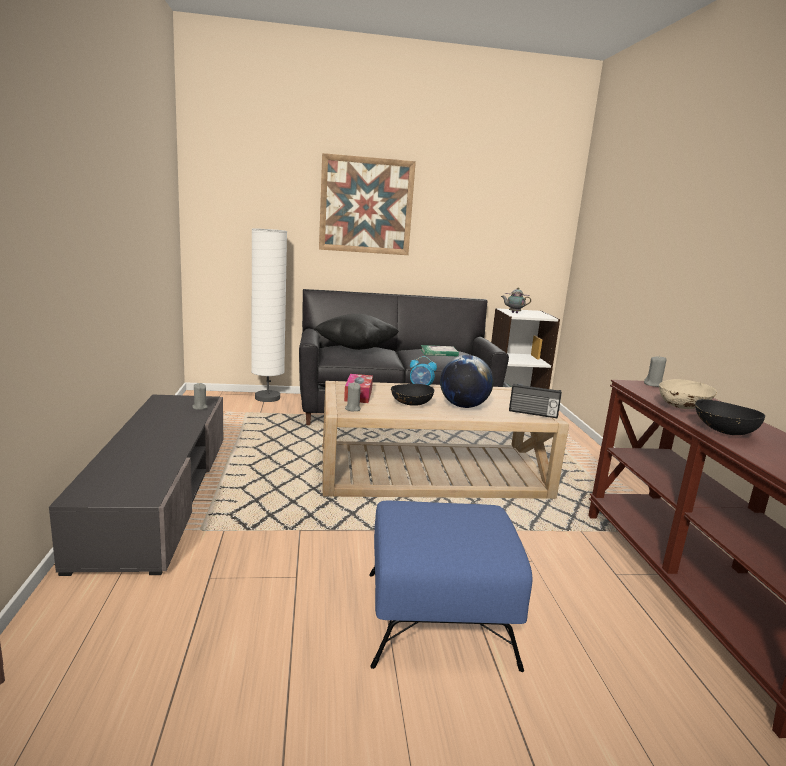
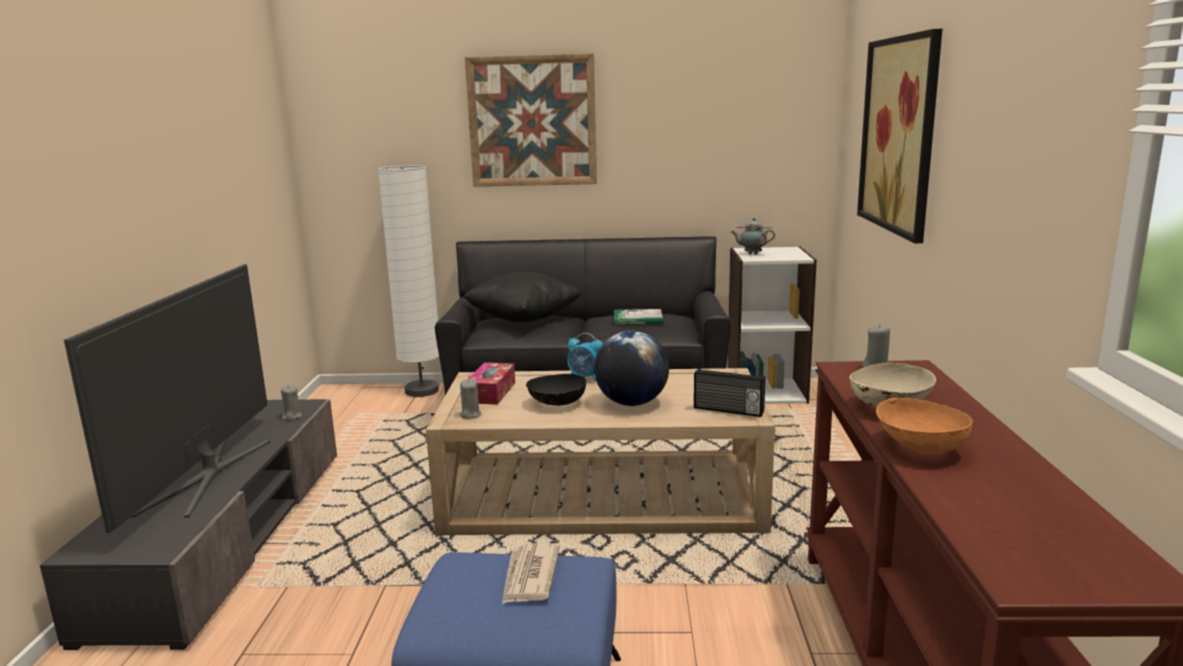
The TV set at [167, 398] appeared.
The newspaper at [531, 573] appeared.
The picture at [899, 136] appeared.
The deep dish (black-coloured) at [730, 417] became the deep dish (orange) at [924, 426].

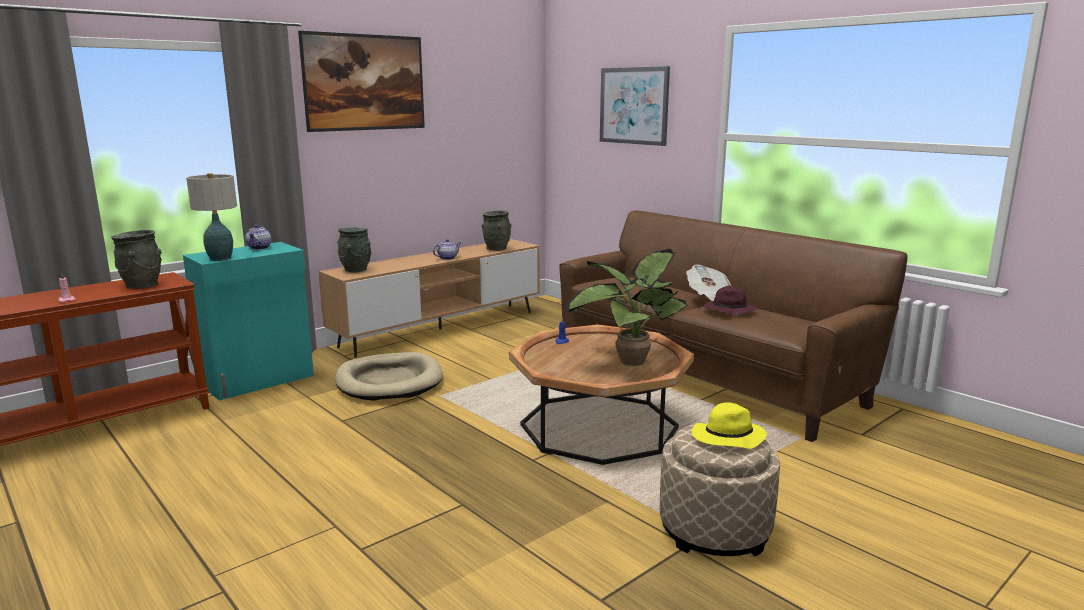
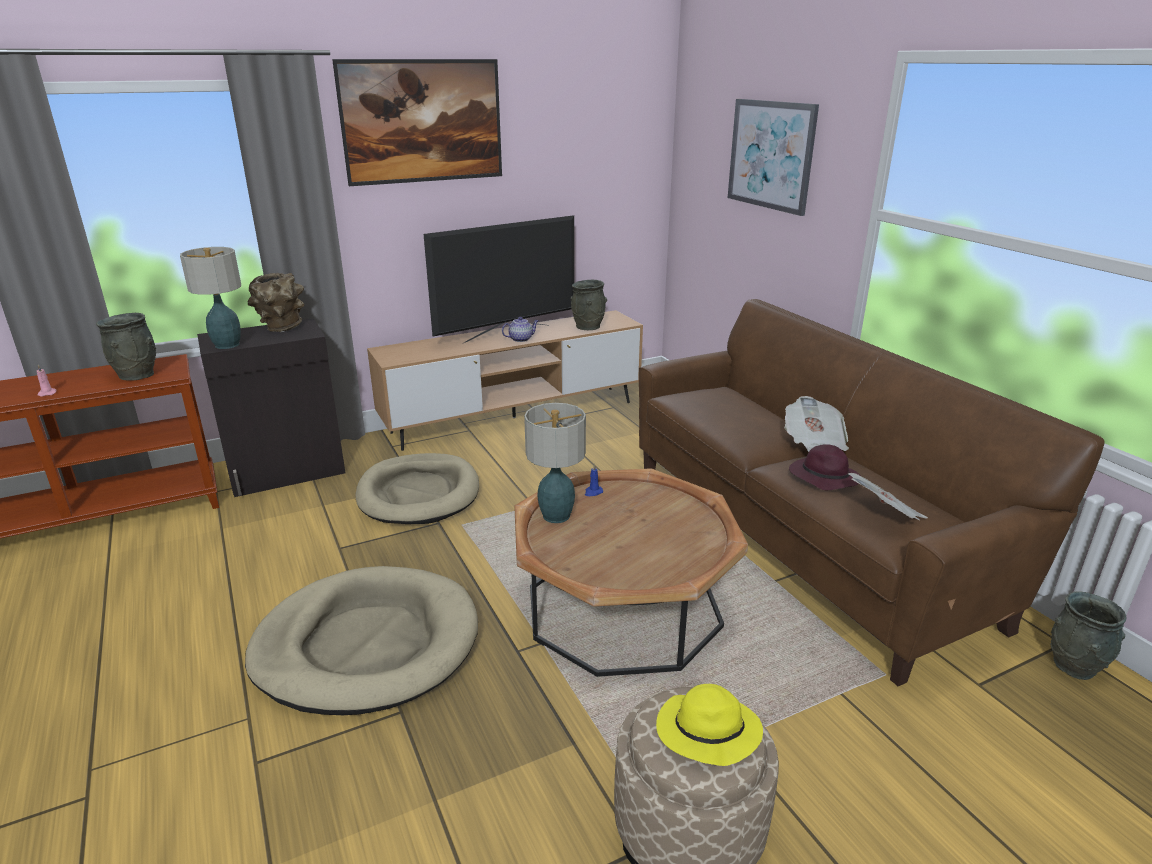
The cabinet (blue-green) at [248, 321] became the cabinet (black-coloured) at [271, 408].
The pet bed (sand-coloured) at [361, 640] appeared.
The pot for tea at [258, 237] was replaced by the flower vase (brownish) at [276, 302].
The TV set at [499, 279] appeared.
The lamp for a table at [555, 463] appeared.
The newspaper at [888, 496] appeared.
The flower vase (gray) moved from [354, 249] to [1088, 635].
The plant in a pot at [626, 307] disappeared.

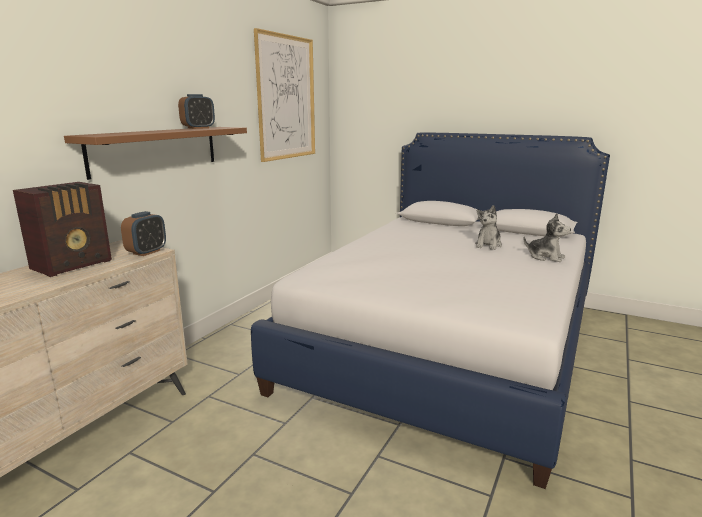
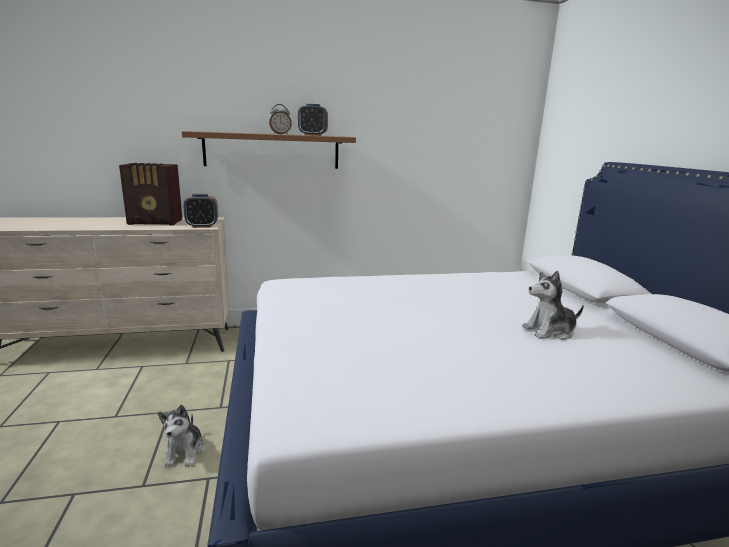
The cuddly toy moved from [547, 237] to [181, 435].
The table clock at [280, 119] appeared.
The picture at [284, 95] disappeared.

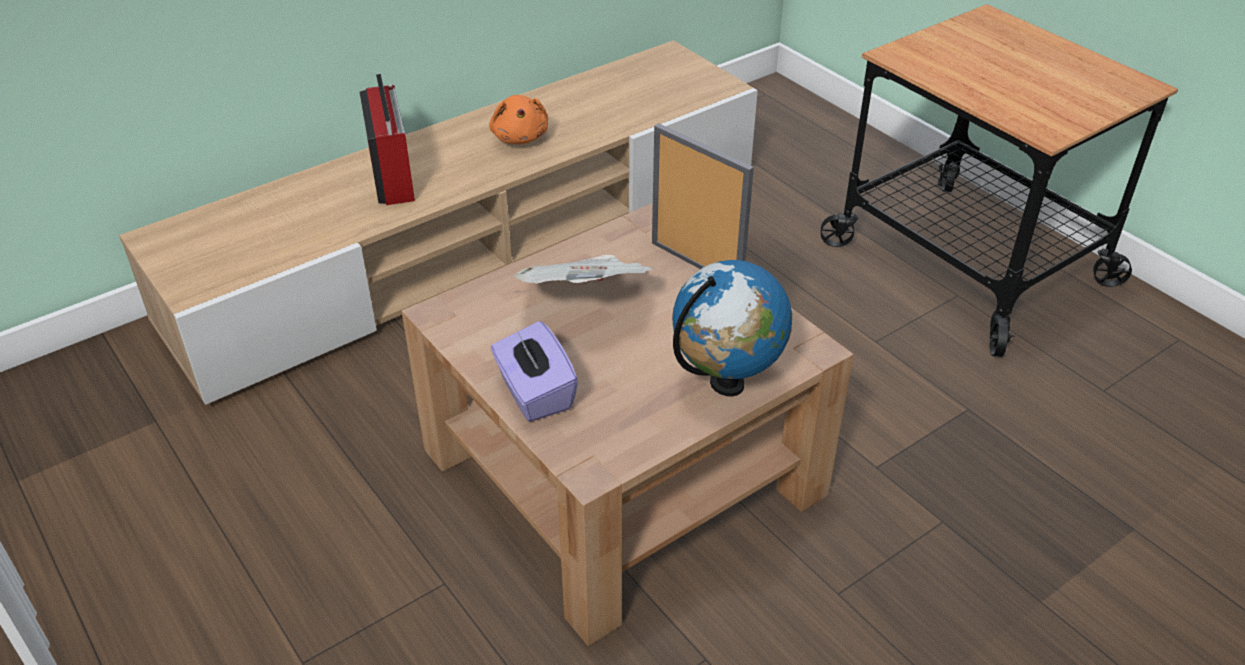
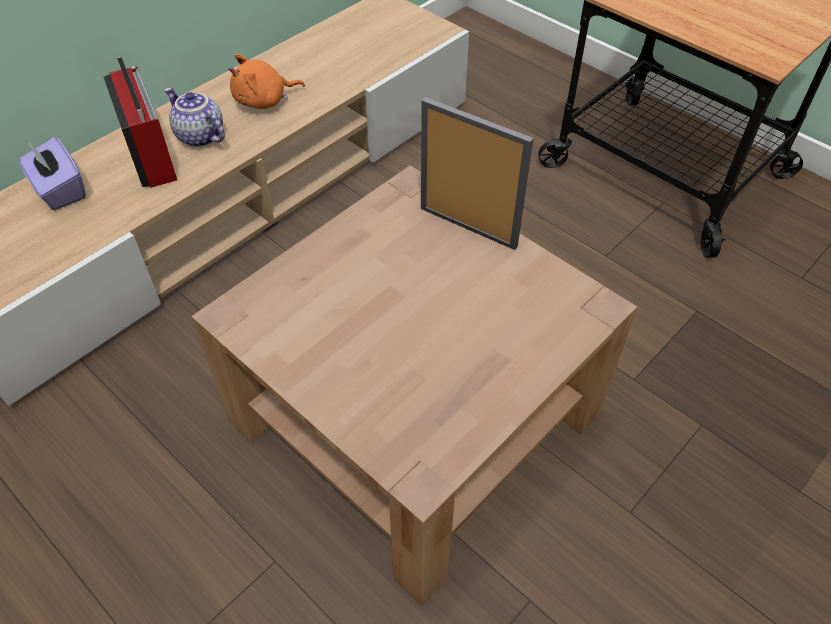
The tissue box (purple-coloured) moved from [534, 371] to [52, 173].
The pot for tea at [194, 117] appeared.
The cuddly toy (orange) at [518, 119] turned 90 degrees clockwise.
The newspaper at [584, 269] disappeared.
The world globe at [732, 328] disappeared.

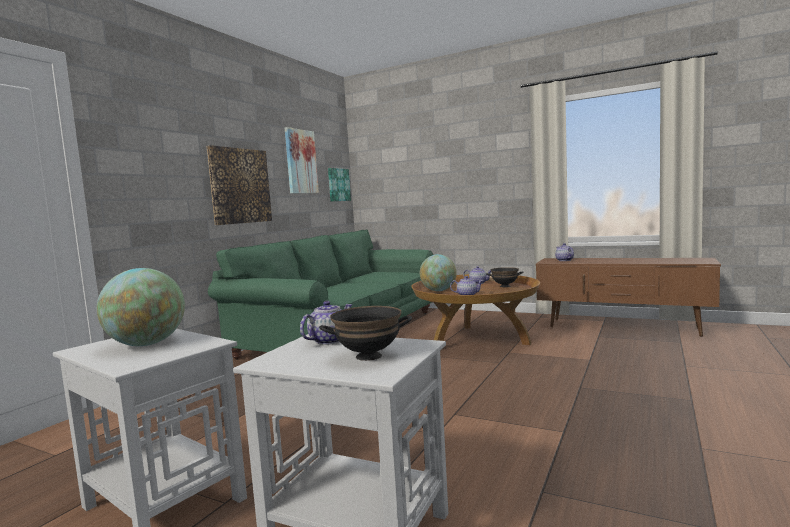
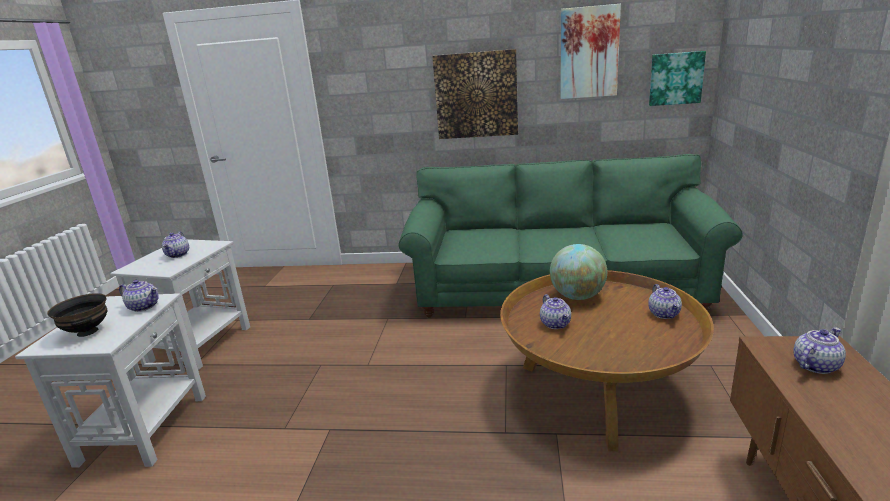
The world globe at [141, 307] was replaced by the pot for tea at [175, 245].
The deep dish (black-coloured) at [504, 277] disappeared.

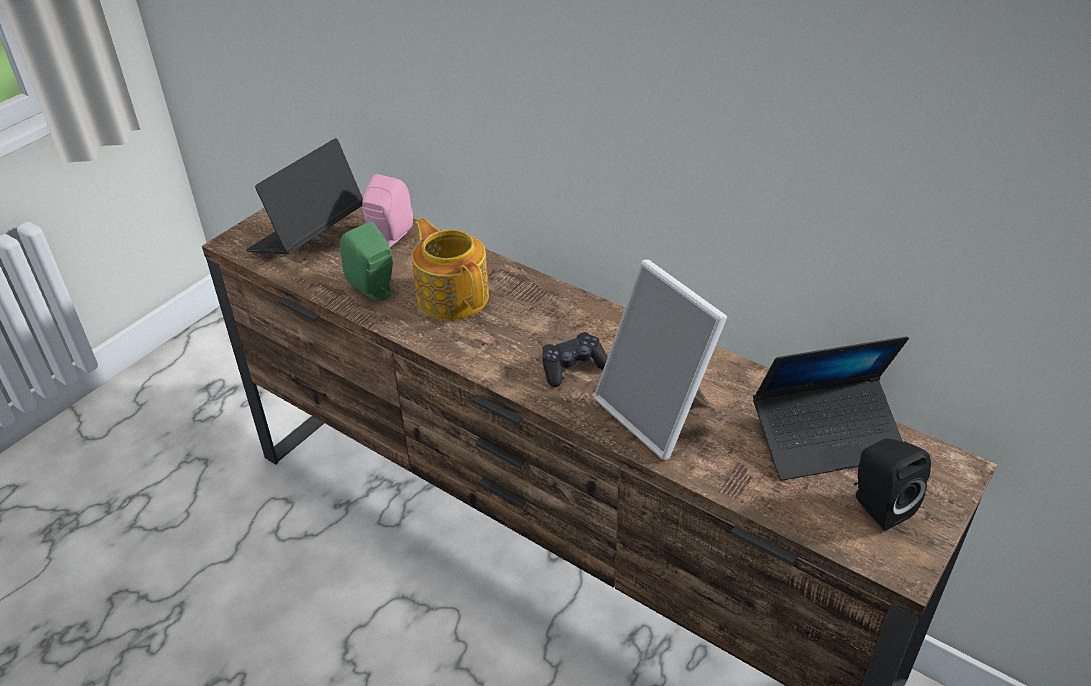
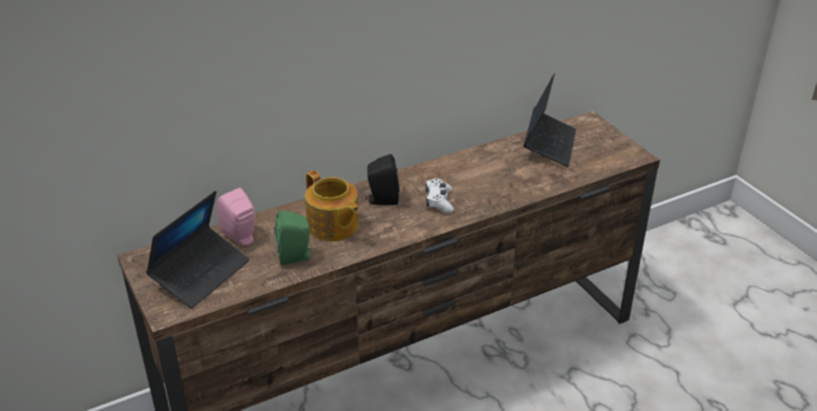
The laptop at [304, 196] turned 120 degrees counterclockwise.
The pot for tea at [450, 269] turned 120 degrees counterclockwise.
The loudspeaker (black-coloured) moved from [892, 484] to [382, 179].
The gamepad (black-coloured) at [575, 359] became the gamepad (white-coloured) at [439, 195].
The photo frame at [660, 360] disappeared.

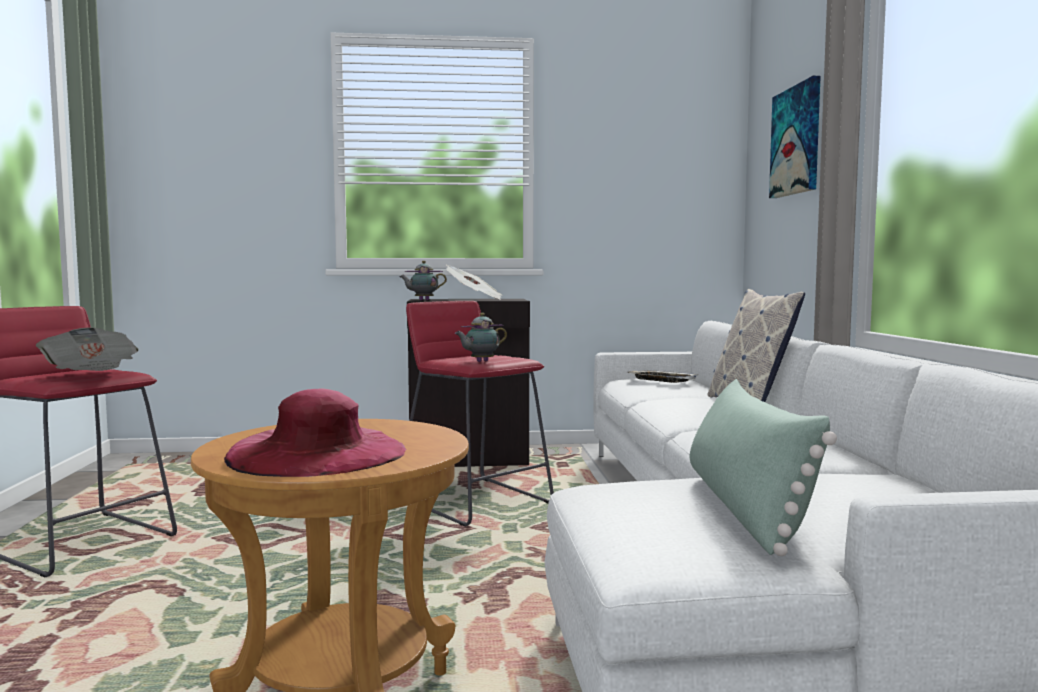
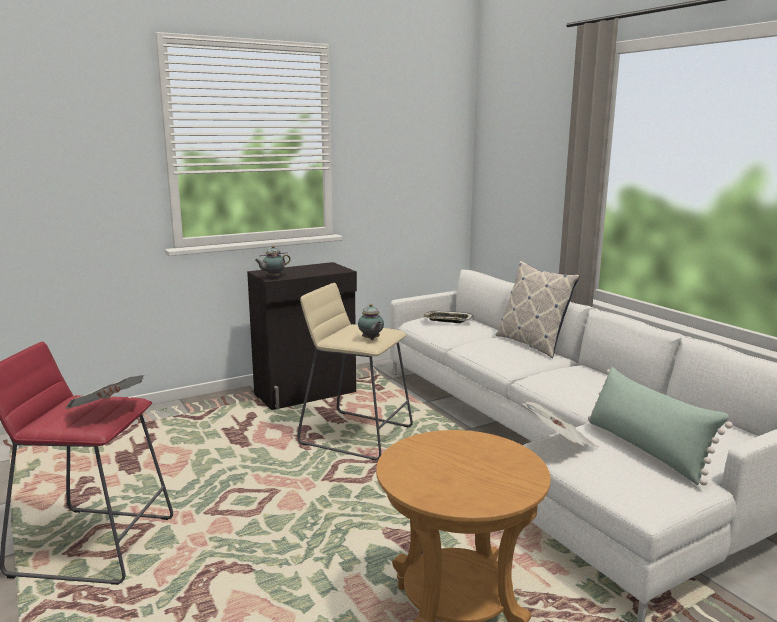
The stool (red-coloured) at [480, 413] became the stool (sand-coloured) at [355, 371].
The pot for tea at [481, 337] turned 60 degrees counterclockwise.
The newspaper moved from [474, 282] to [560, 424].
The clothing hat (pink-coloured) at [315, 432] disappeared.
The picture at [795, 137] disappeared.

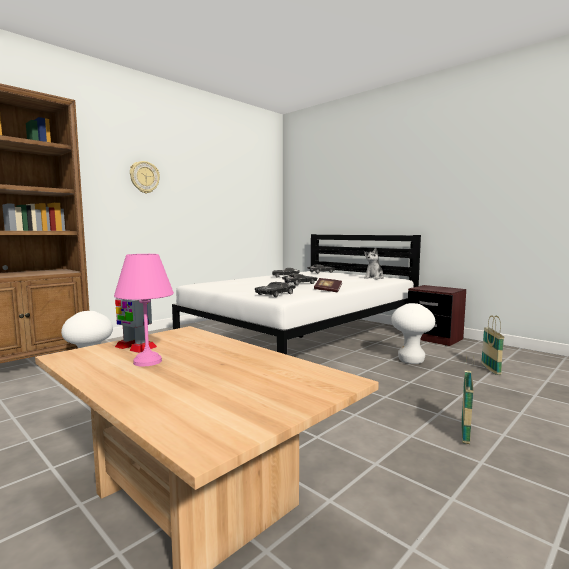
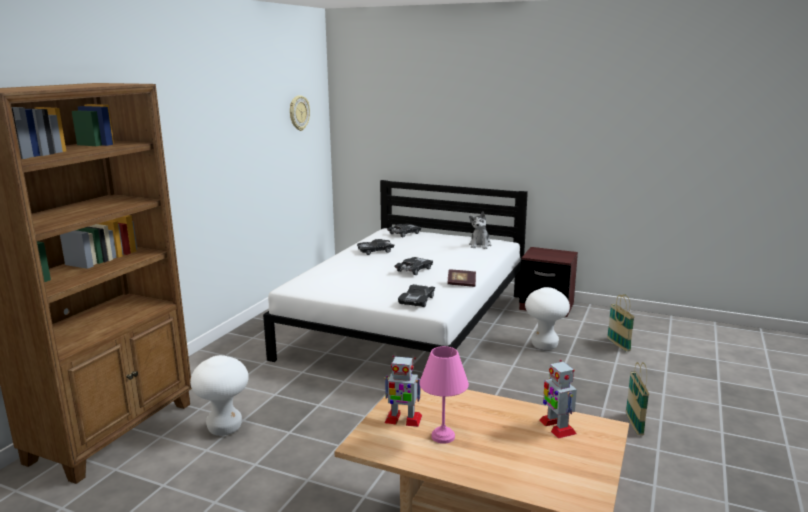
The clock on the wall moved from [145, 177] to [300, 113].
The robot figure at [558, 399] appeared.

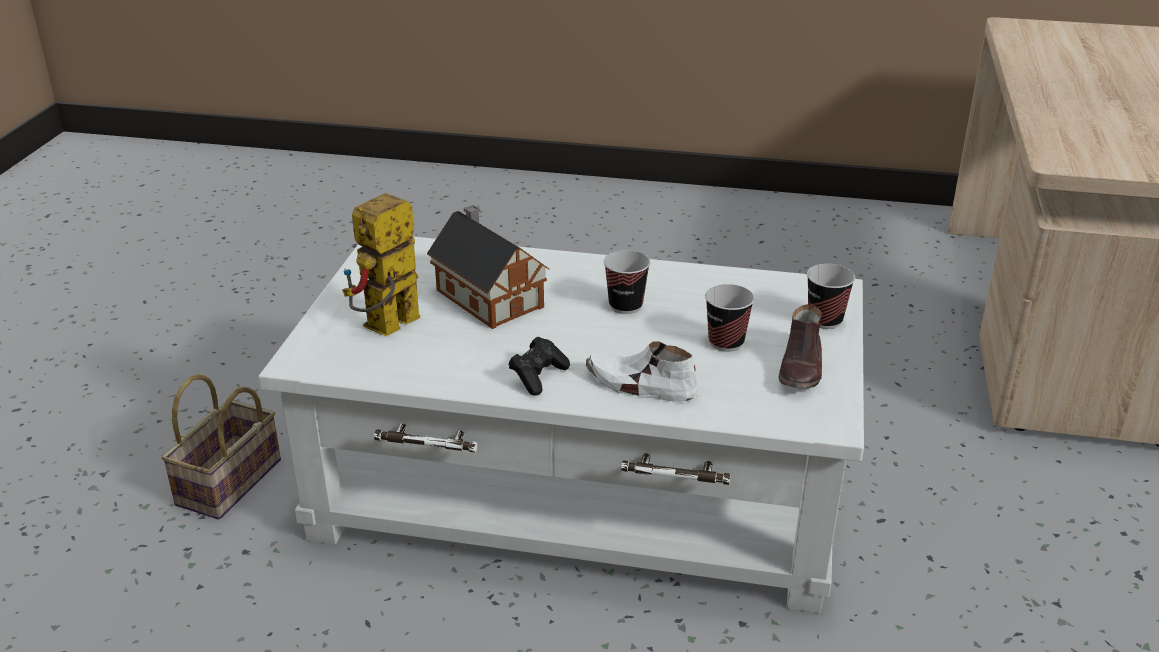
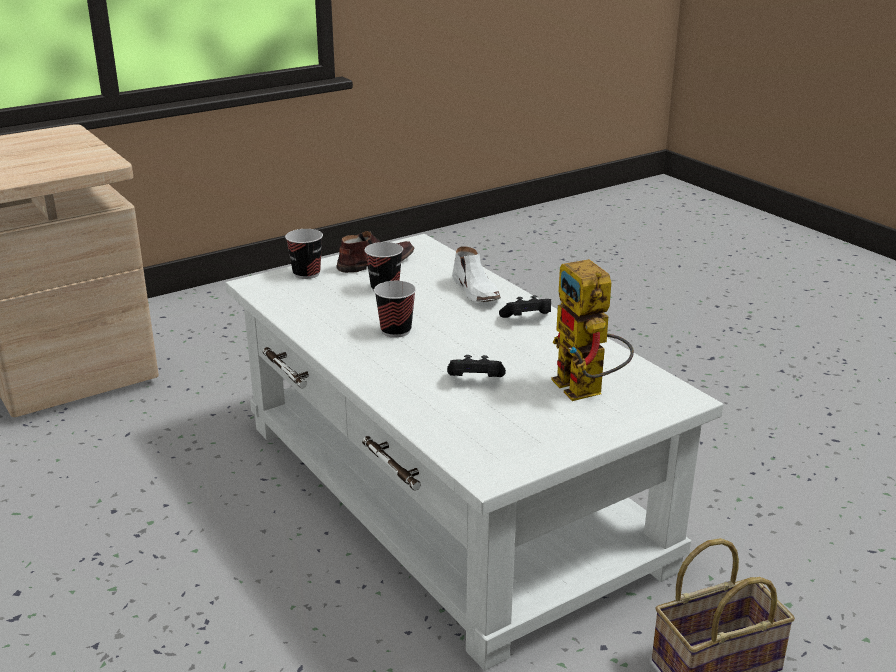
The model house at [488, 267] was replaced by the gamepad (black-coloured) at [476, 366].
The robot figure at [381, 265] turned 75 degrees clockwise.

